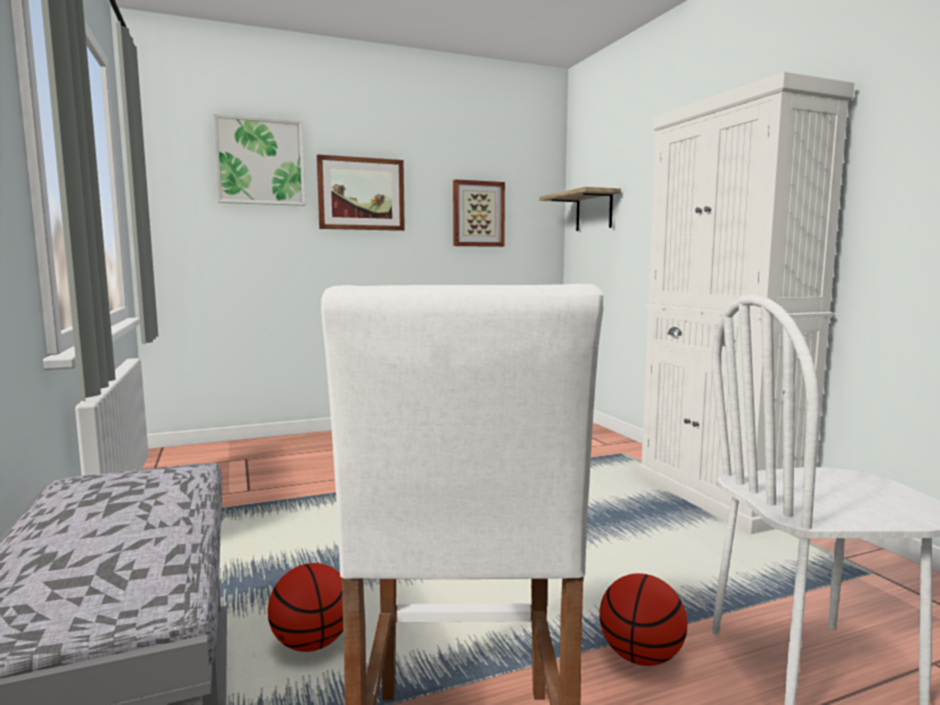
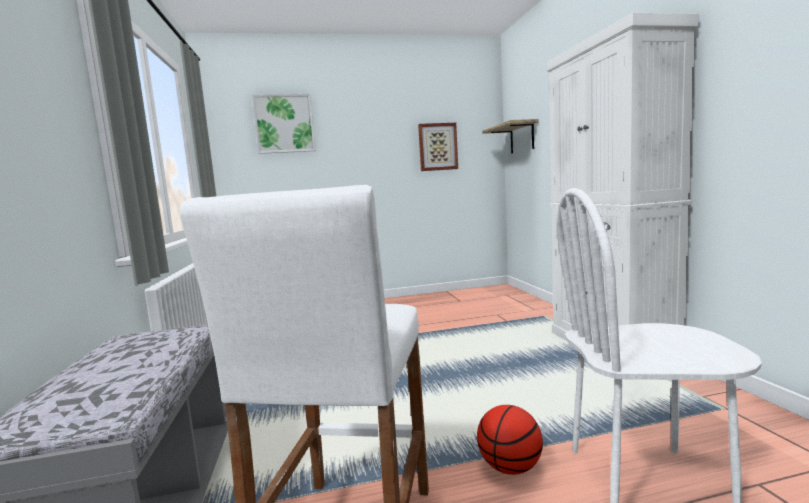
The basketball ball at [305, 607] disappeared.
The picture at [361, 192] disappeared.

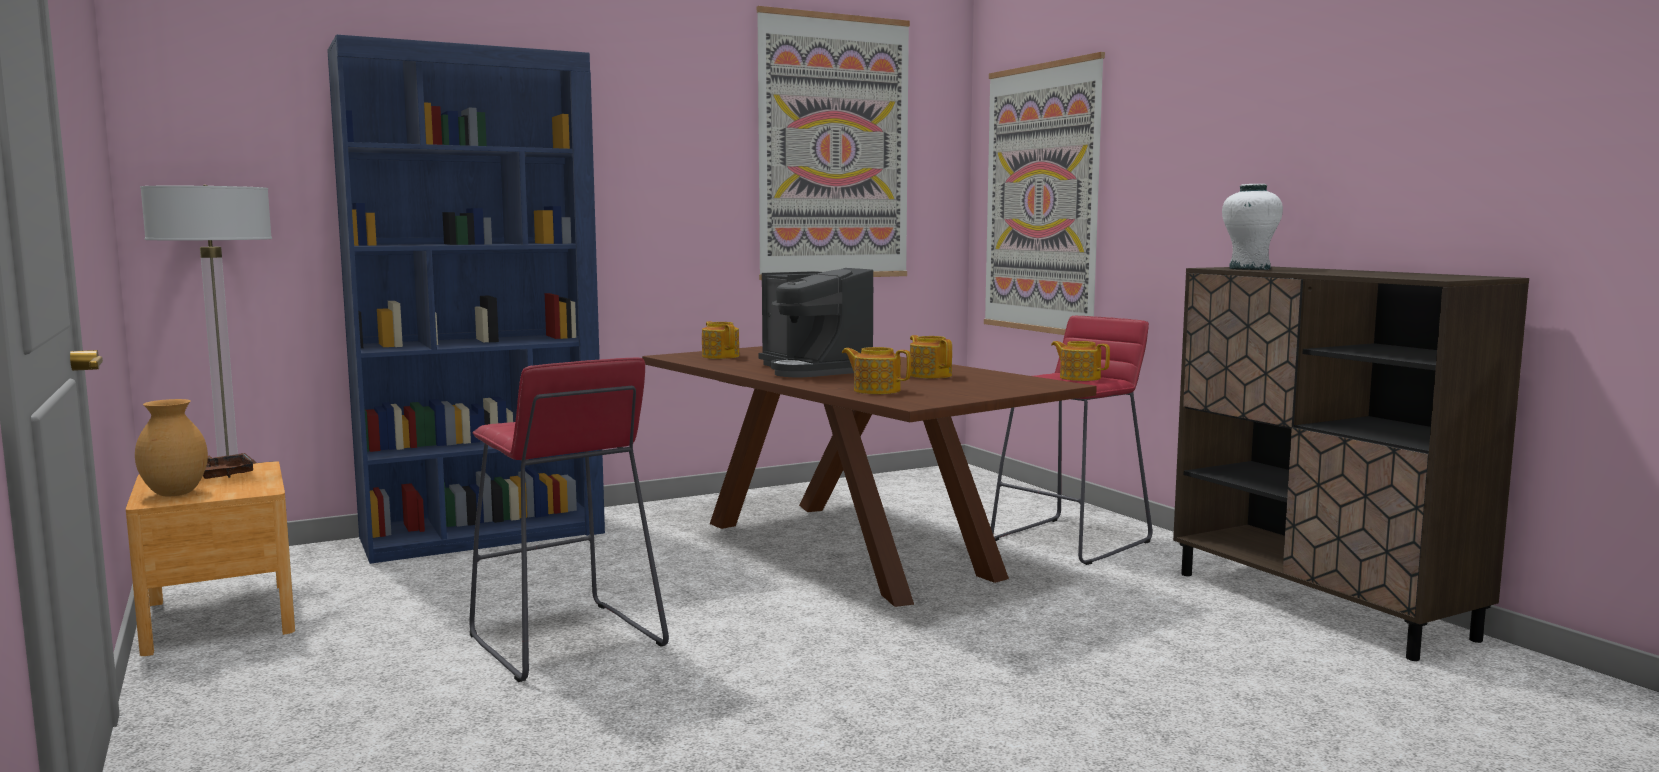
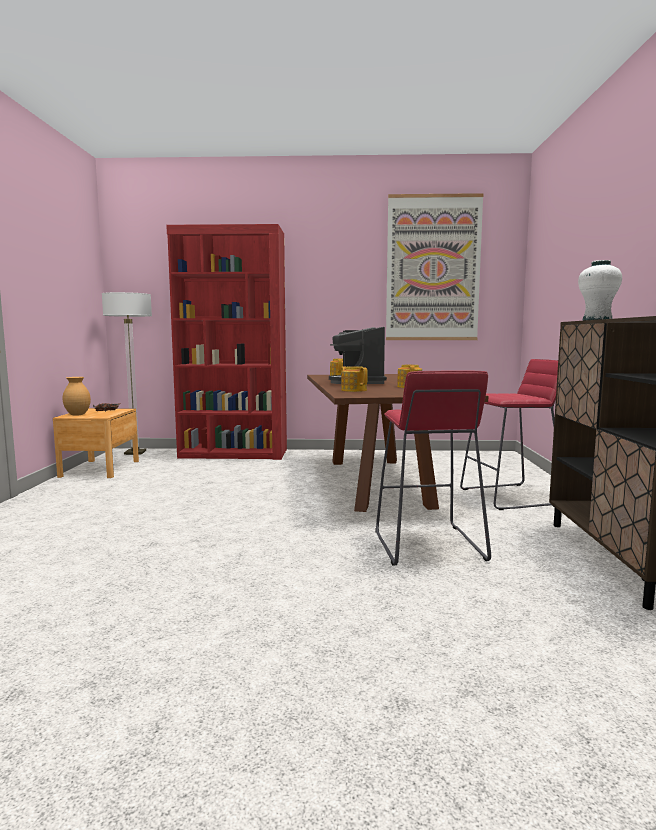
The bookcase (bluish) at [466, 299] became the bookcase (red-coloured) at [226, 342].
The stool (red-coloured) moved from [569, 519] to [433, 467].
The picture at [1044, 193] disappeared.
The pot for tea at [1080, 361] disappeared.

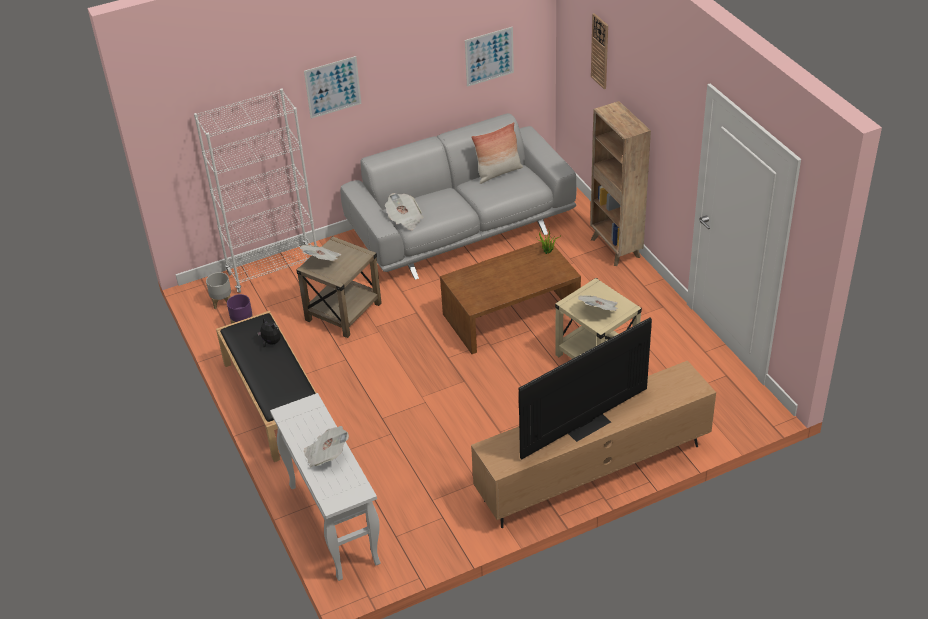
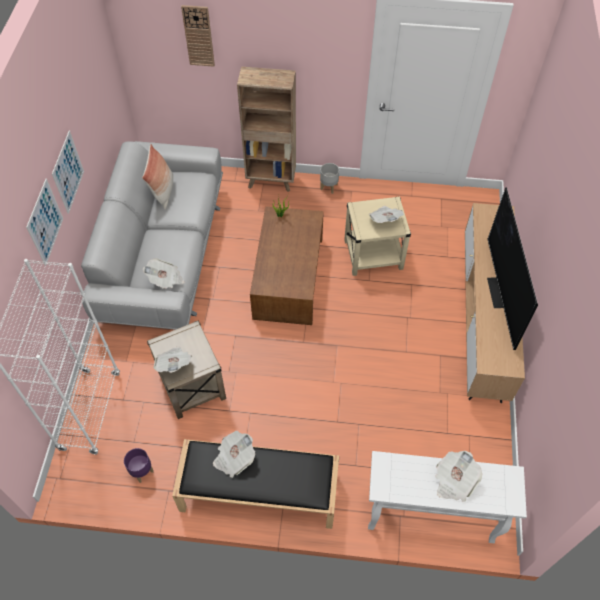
The picture moved from [489, 57] to [68, 172].
The cuddly toy at [269, 332] was replaced by the newspaper at [234, 454].
The plant pot (gray) moved from [218, 290] to [329, 178].

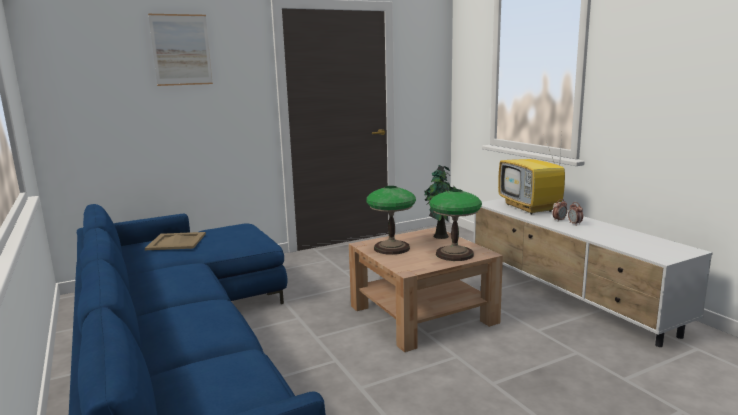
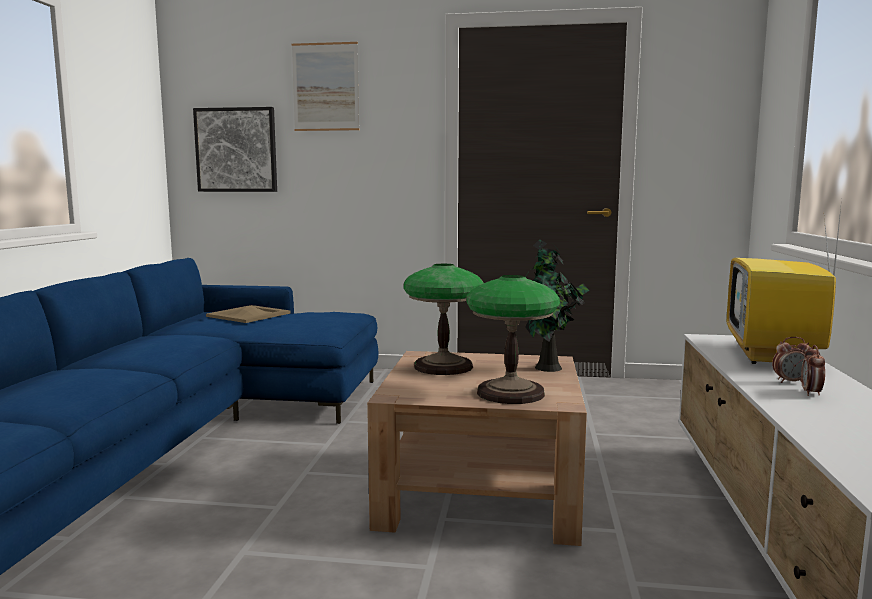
The picture at [235, 149] appeared.

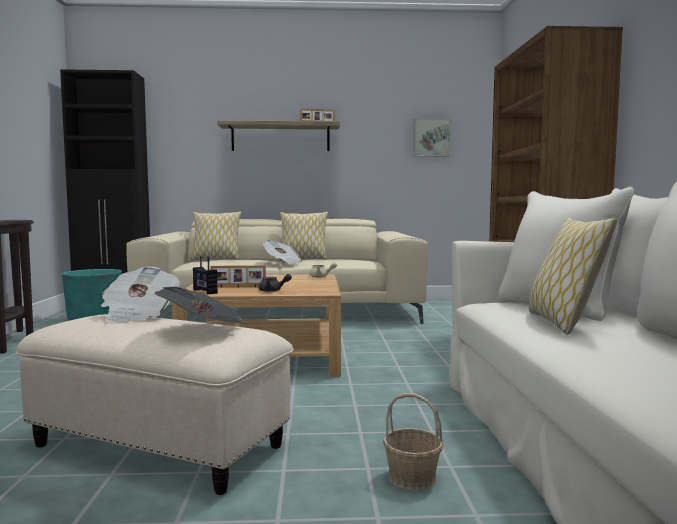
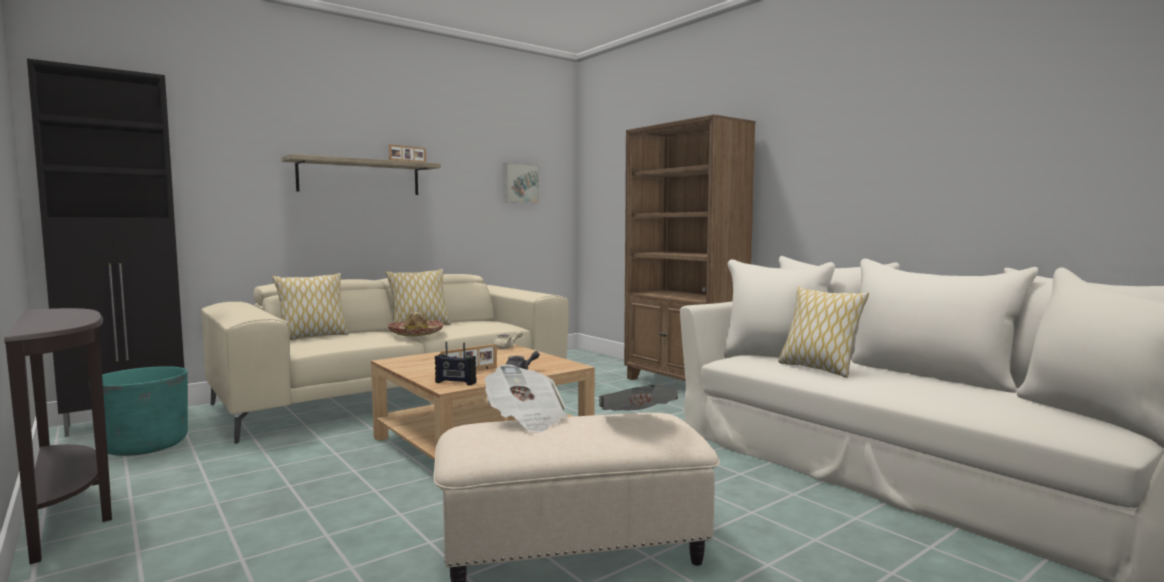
The newspaper at [282, 252] was replaced by the clothing hat at [415, 324].
The household basket at [413, 442] disappeared.

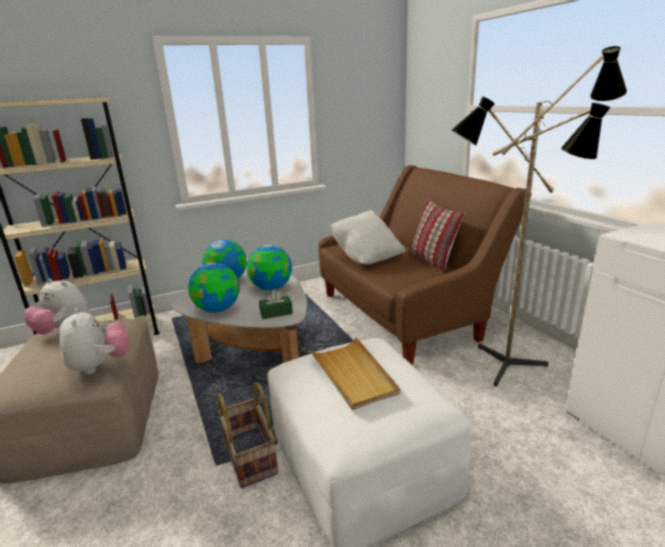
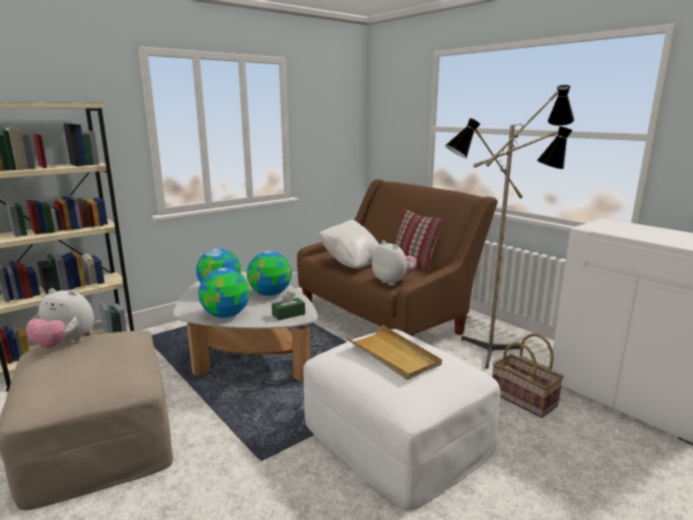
The cuddly toy moved from [94, 341] to [394, 263].
The household basket moved from [248, 435] to [528, 376].

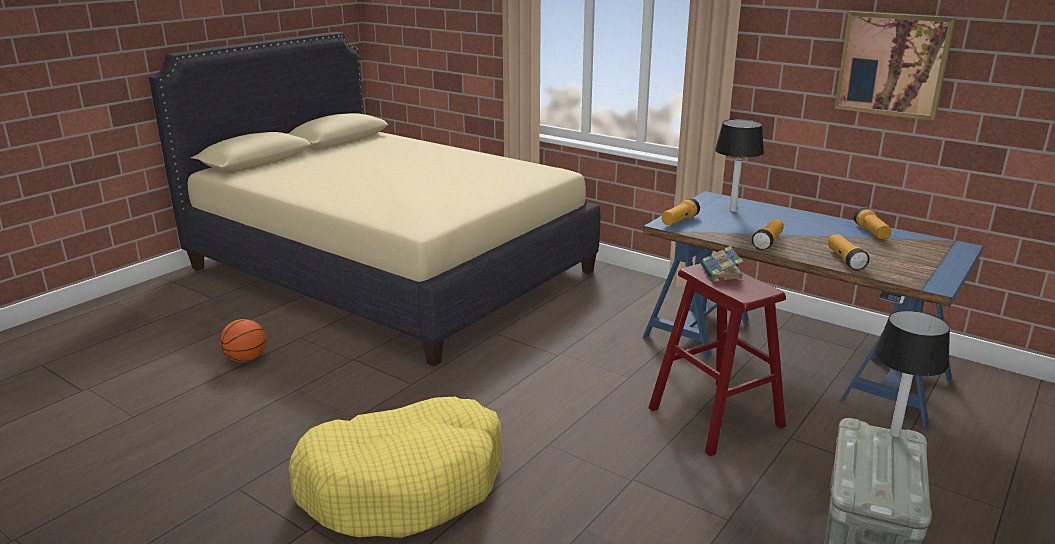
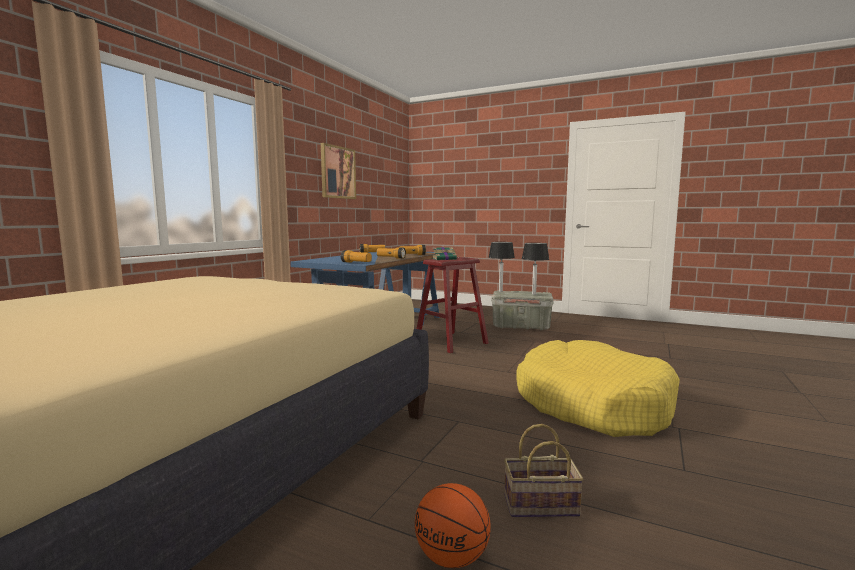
The household basket at [544, 470] appeared.
The lamp for a table moved from [739, 165] to [535, 269].

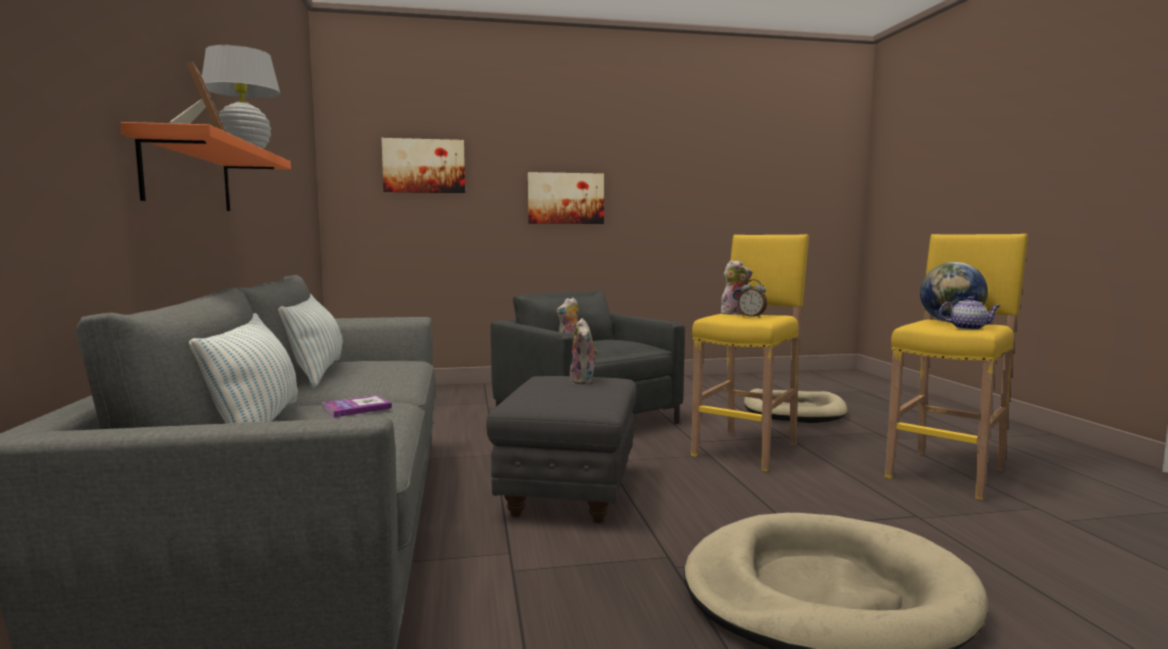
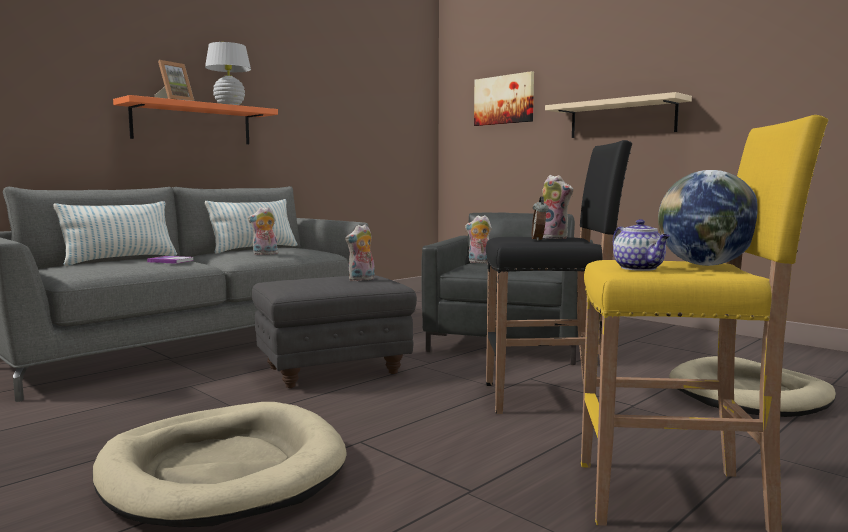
The cuddly toy at [263, 231] appeared.
The stool (yellowish) at [750, 352] became the stool (black-coloured) at [559, 277].
The picture at [566, 198] was replaced by the shelf (sand-coloured) at [618, 115].

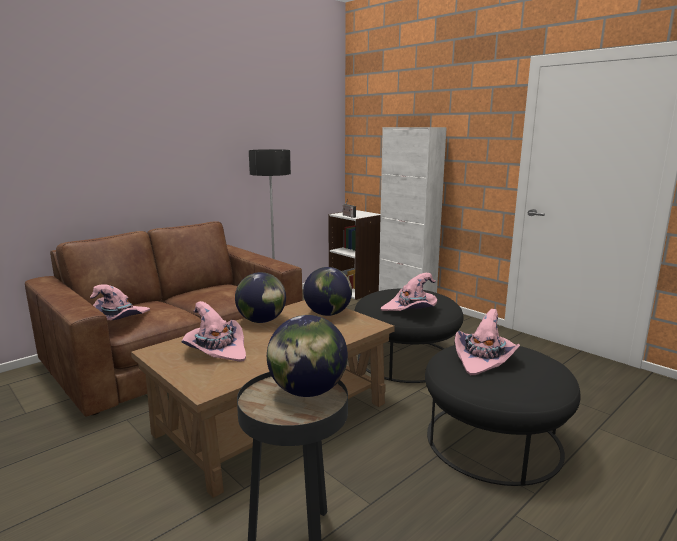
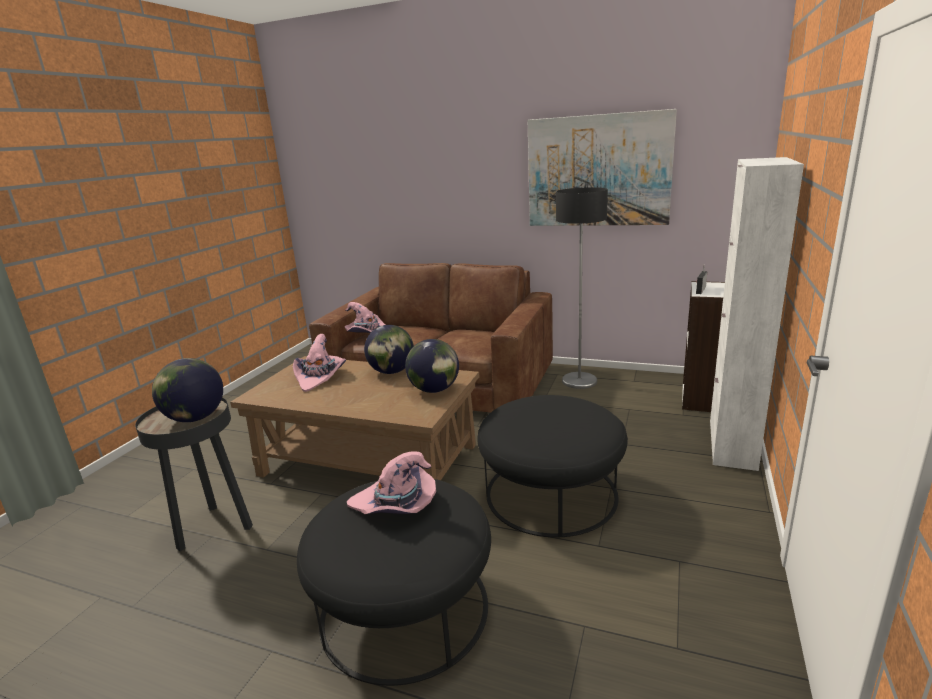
The picture at [602, 167] appeared.
The clothing hat (pink-coloured) at [409, 292] disappeared.

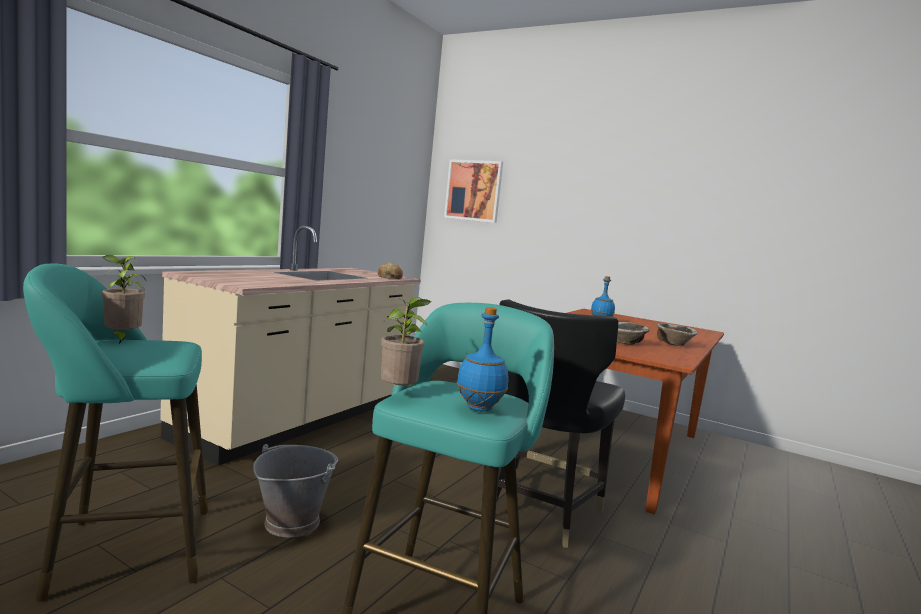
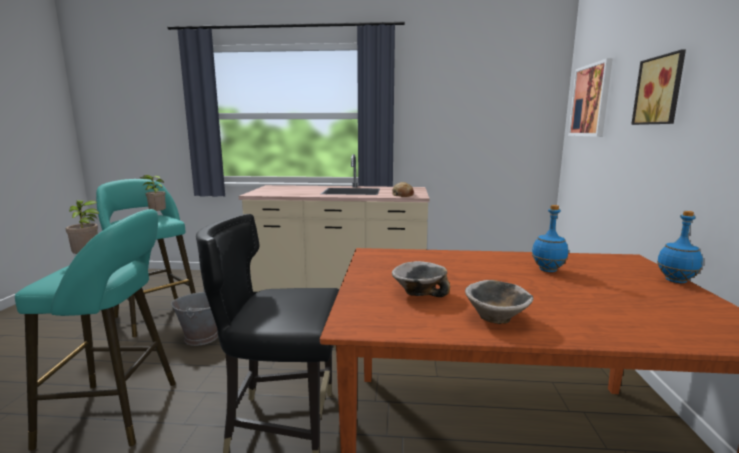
The picture at [658, 87] appeared.
The drink bottle (bluish) moved from [482, 359] to [680, 247].

